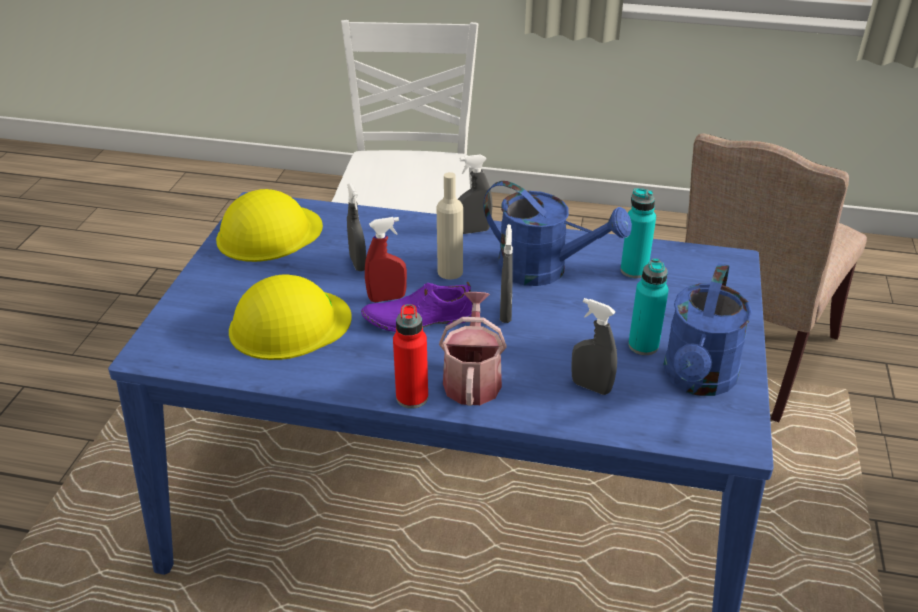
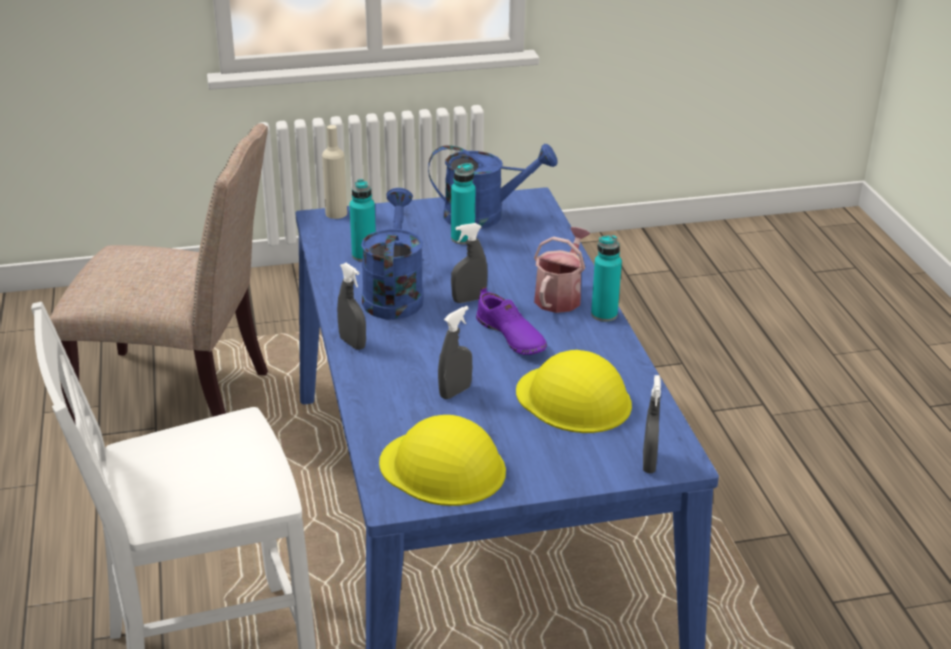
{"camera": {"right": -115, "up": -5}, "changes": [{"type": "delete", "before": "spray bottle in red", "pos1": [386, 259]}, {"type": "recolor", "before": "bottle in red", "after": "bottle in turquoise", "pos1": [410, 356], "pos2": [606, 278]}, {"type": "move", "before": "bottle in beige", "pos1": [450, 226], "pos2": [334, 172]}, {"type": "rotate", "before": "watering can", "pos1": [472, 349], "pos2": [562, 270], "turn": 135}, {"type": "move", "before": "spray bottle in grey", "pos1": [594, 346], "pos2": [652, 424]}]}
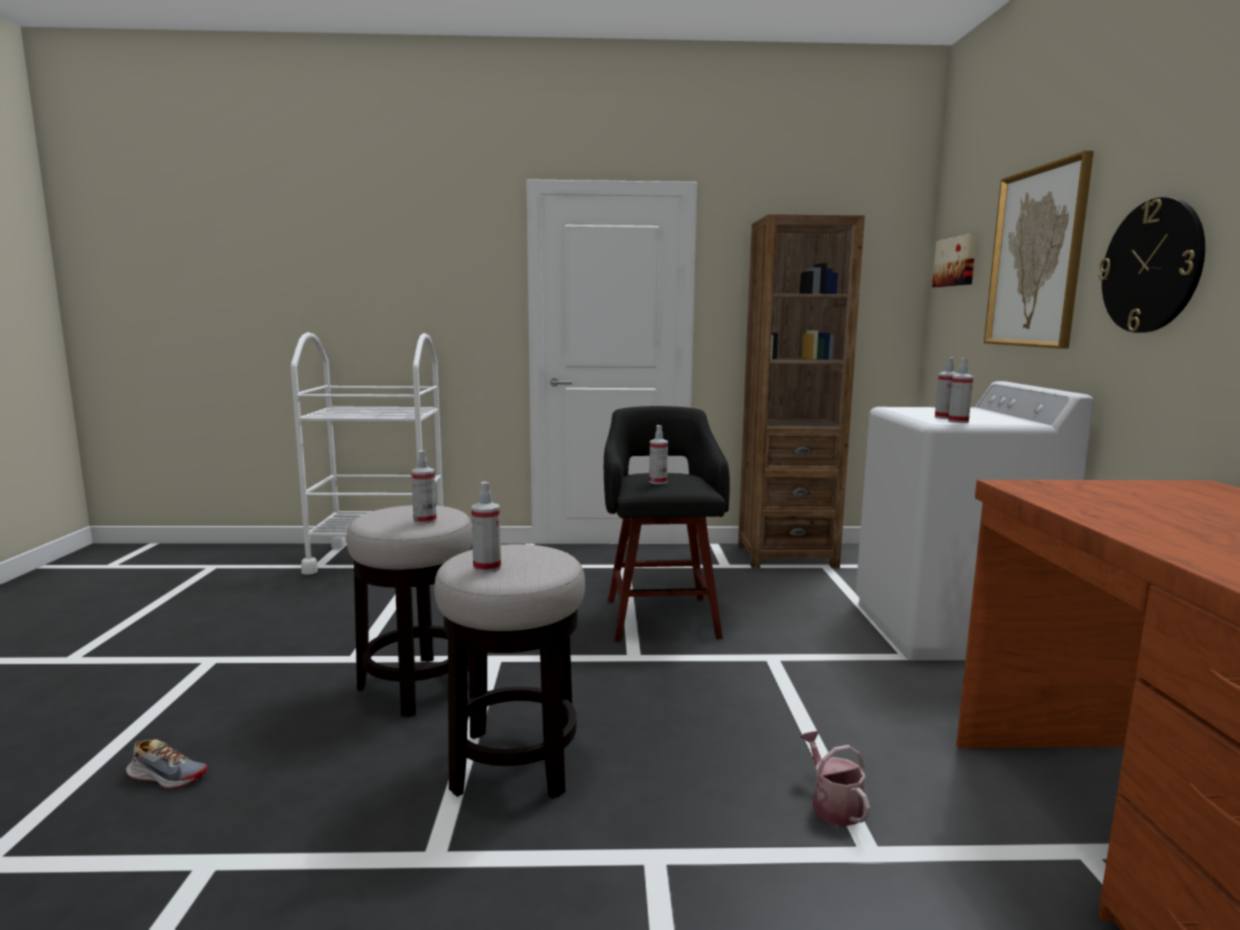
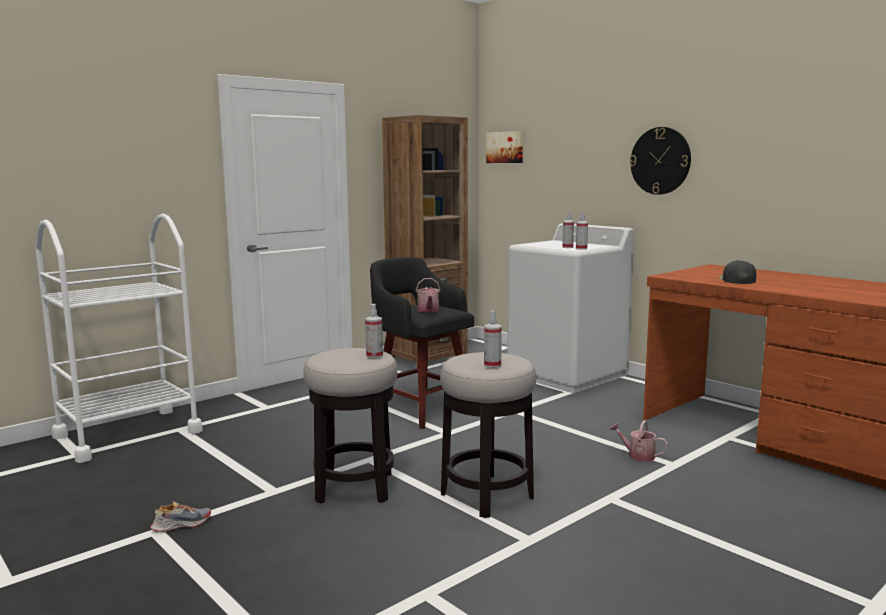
{"camera": {"right": -40, "up": 0}, "changes": [{"type": "move", "before": "shoe", "pos1": [166, 764], "pos2": [180, 516]}, {"type": "replace", "before": "spray bottle", "after": "watering can", "pos1": [658, 454], "pos2": [428, 295]}, {"type": "delete", "before": "picture", "pos1": [1039, 250]}, {"type": "insert", "after": "cap in black", "pos2": [737, 272]}]}
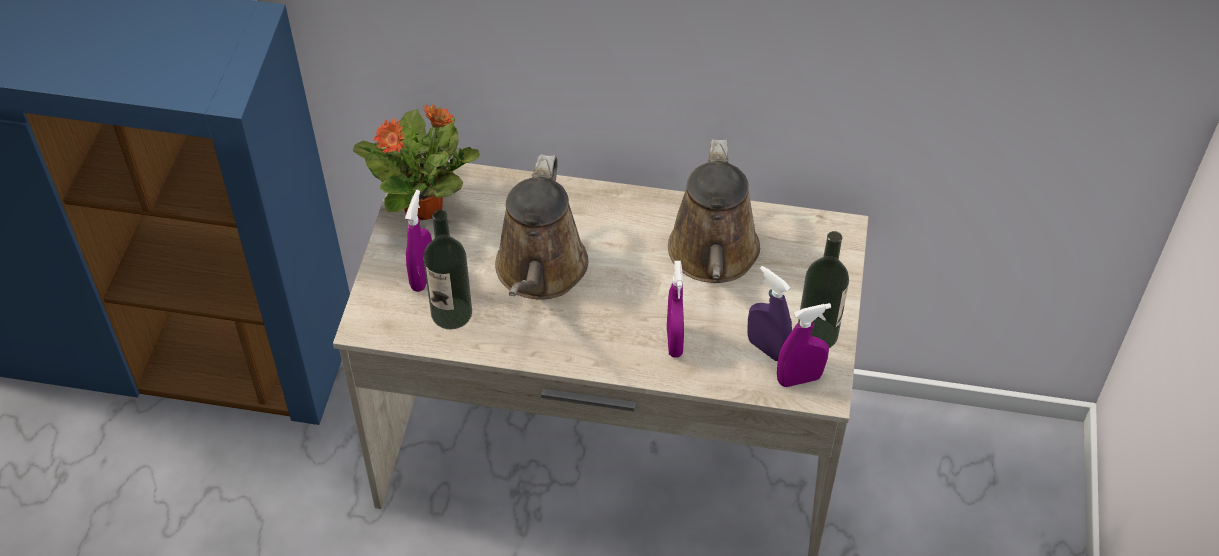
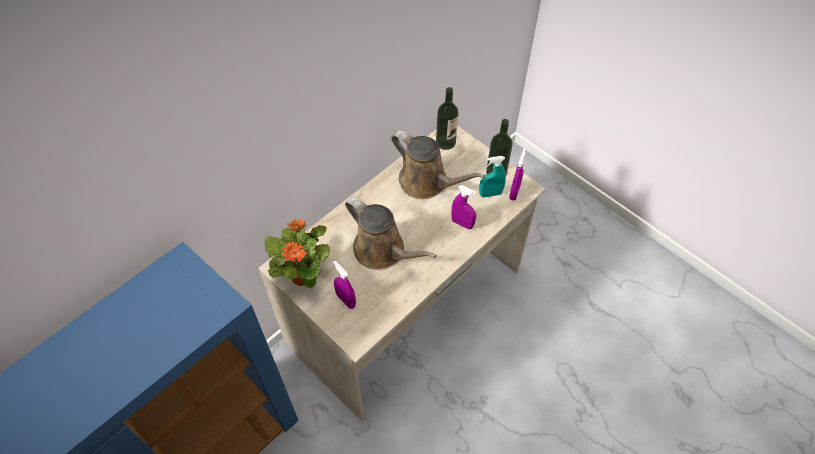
{"camera": {"right": -55, "up": 5}, "changes": [{"type": "move", "before": "bottle", "pos1": [447, 269], "pos2": [447, 118]}, {"type": "recolor", "before": "spray bottle in purple", "after": "spray bottle in turquoise", "pos1": [769, 313], "pos2": [492, 176]}]}
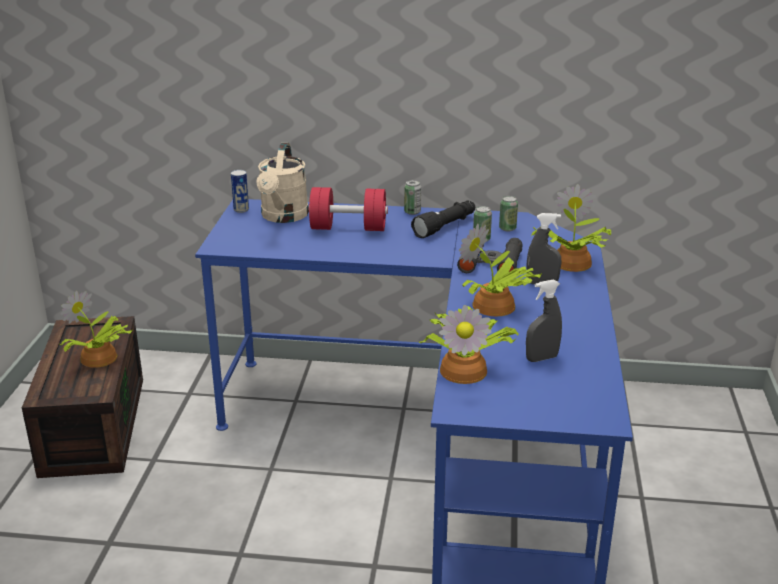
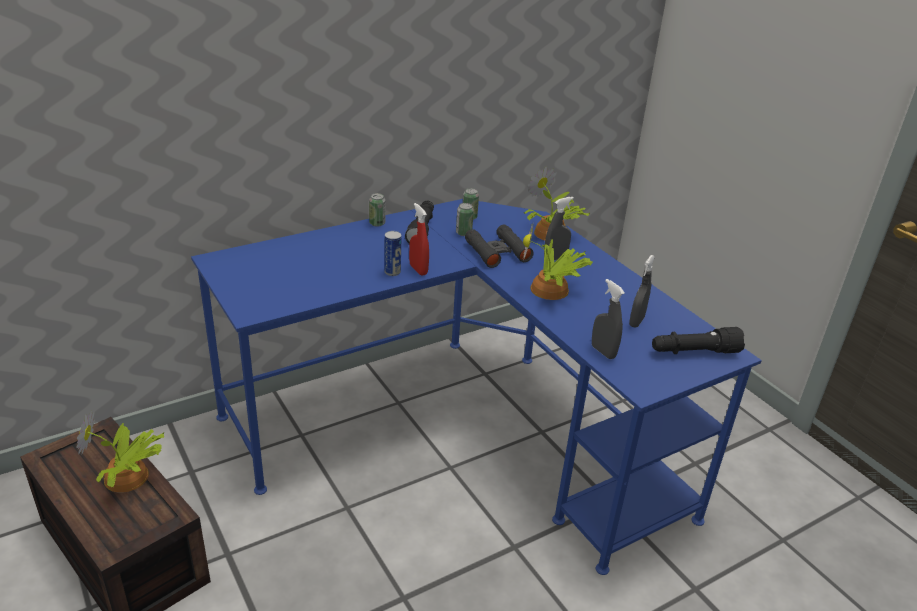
{"camera": {"right": -40, "up": 5}, "changes": [{"type": "move", "before": "can", "pos1": [240, 191], "pos2": [392, 253]}, {"type": "delete", "before": "watering can in beige", "pos1": [282, 182]}, {"type": "delete", "before": "dumbbell in red", "pos1": [348, 209]}, {"type": "replace", "before": "potted plant", "after": "spray bottle in grey", "pos1": [469, 344], "pos2": [608, 319]}, {"type": "insert", "after": "spray bottle in red", "pos2": [419, 239]}, {"type": "insert", "after": "flashlight in black", "pos2": [698, 340]}]}
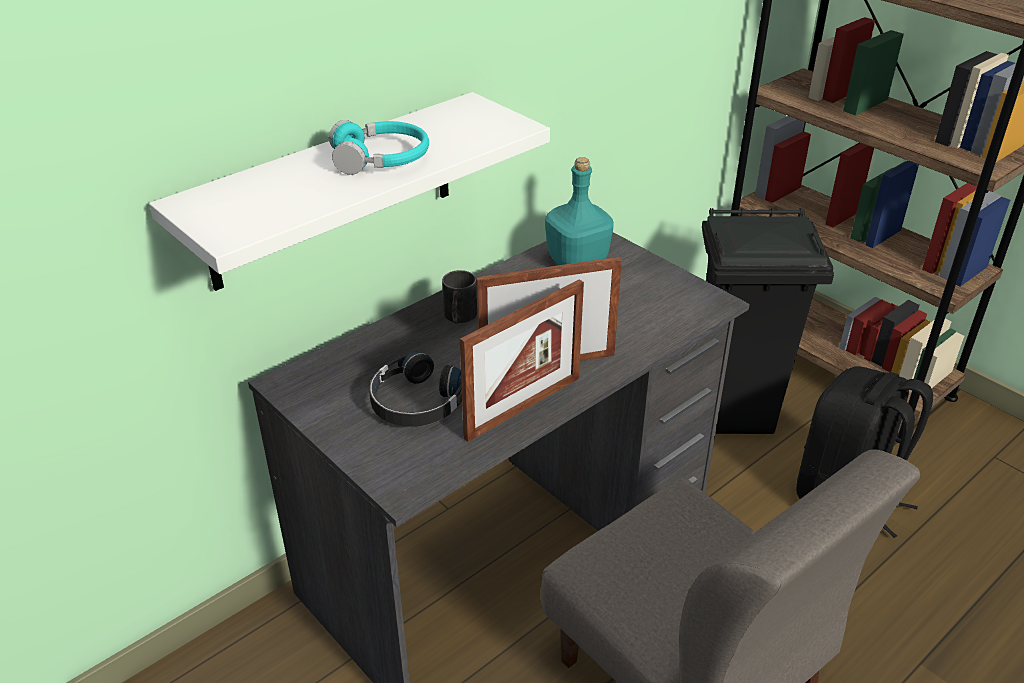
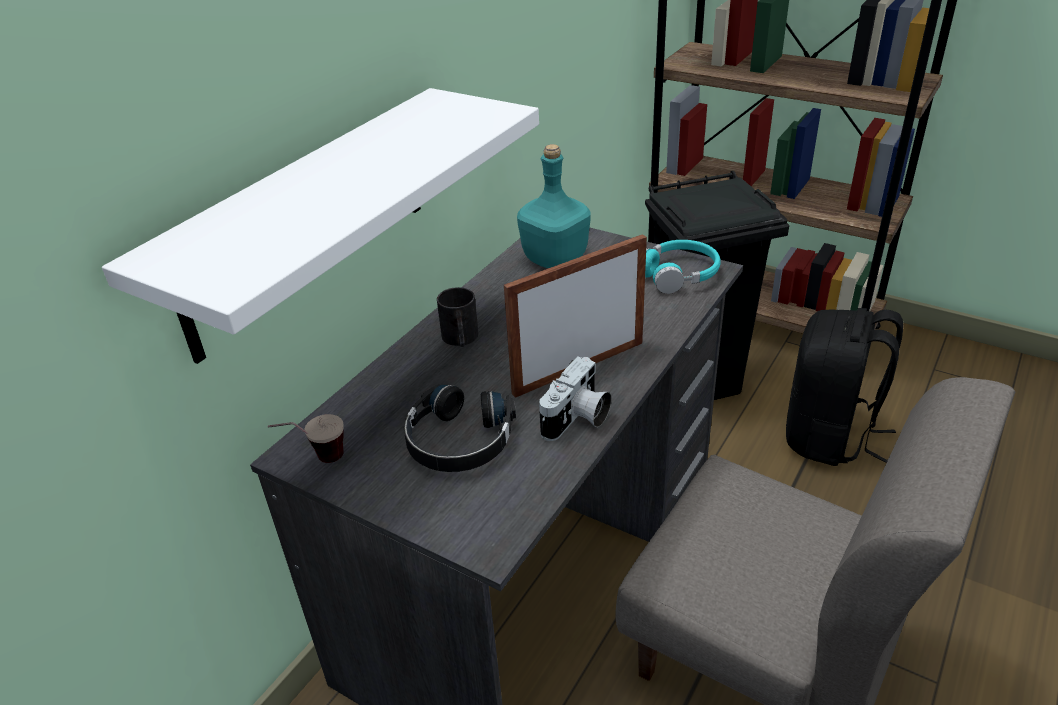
{"camera": {"right": -15, "up": 0}, "changes": [{"type": "move", "before": "headphones in turquoise", "pos1": [379, 147], "pos2": [683, 267]}, {"type": "replace", "before": "picture frame", "after": "photo camera", "pos1": [522, 360], "pos2": [575, 398]}, {"type": "insert", "after": "cup", "pos2": [306, 438]}]}
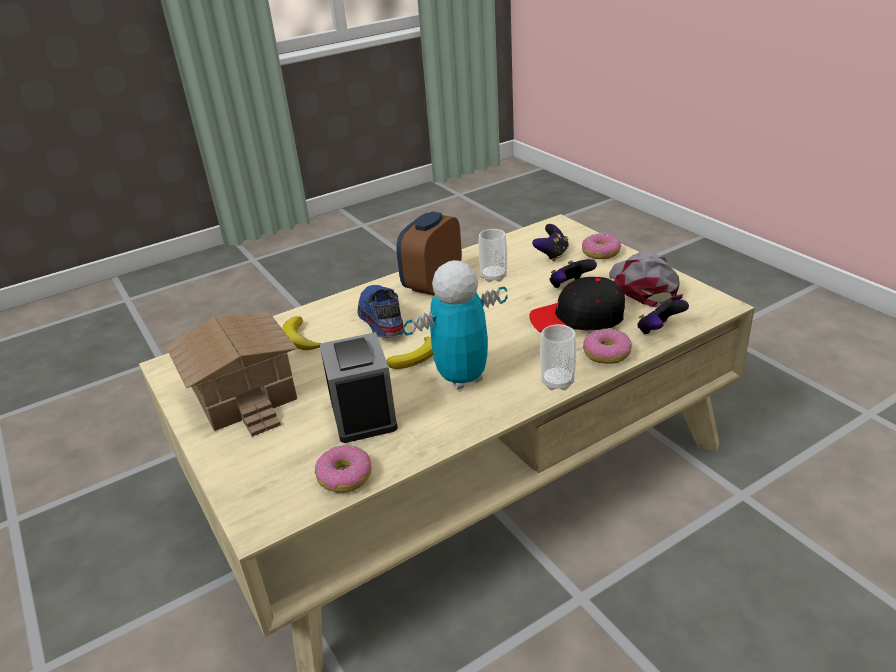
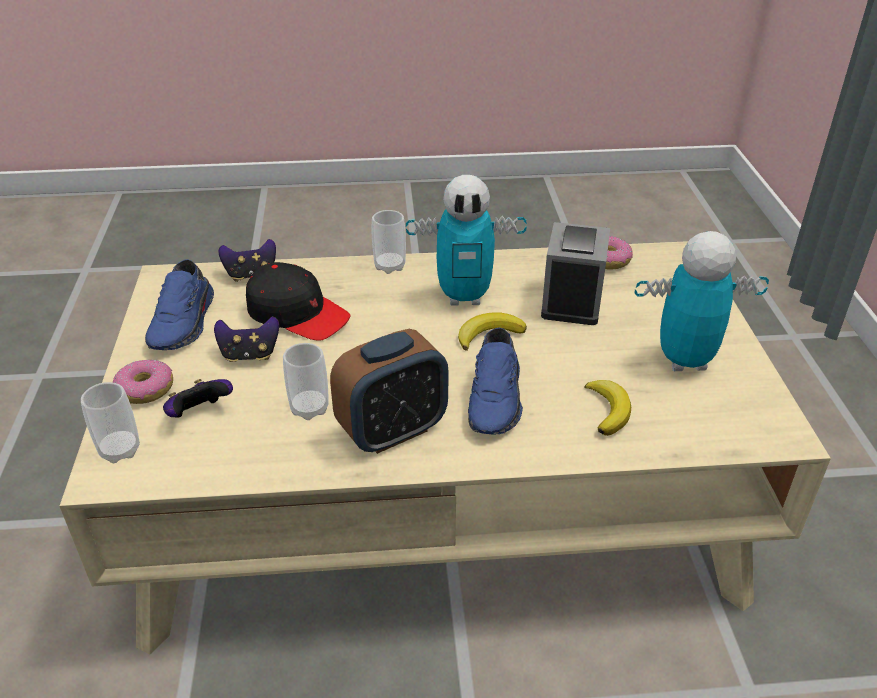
{"camera": {"right": -155, "up": 5}, "changes": [{"type": "replace", "before": "toy house", "after": "toy robot", "pos1": [231, 374], "pos2": [702, 301]}, {"type": "delete", "before": "donut", "pos1": [607, 346]}, {"type": "replace", "before": "cap in grey", "after": "shoe in blue", "pos1": [646, 279], "pos2": [179, 304]}, {"type": "insert", "after": "cup", "pos2": [110, 422]}]}
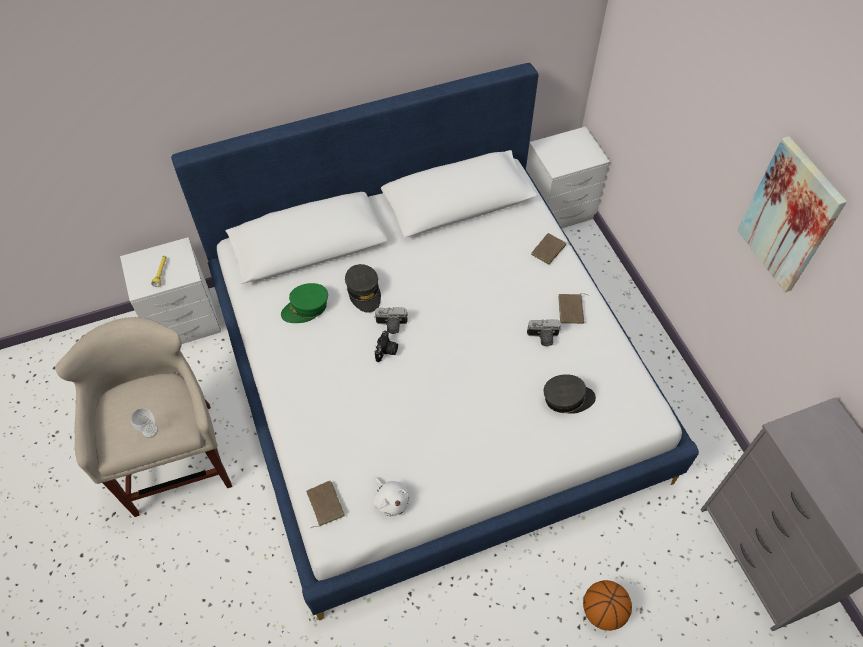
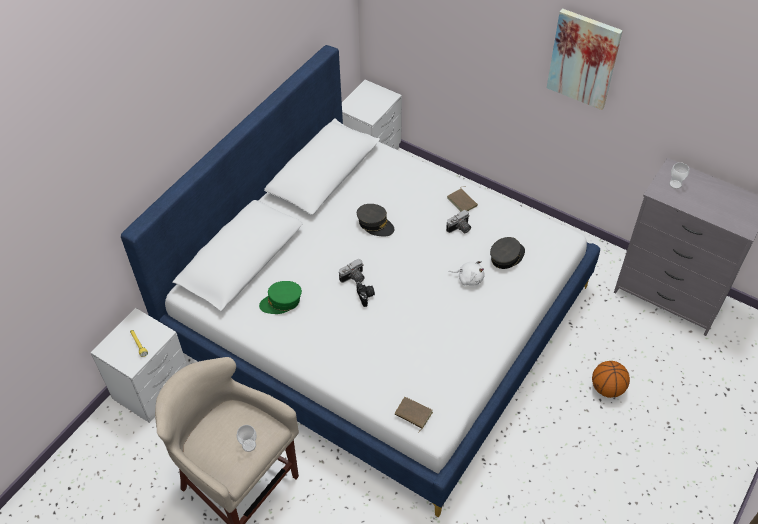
{"camera": {"right": -35, "up": -5}, "changes": [{"type": "rotate", "before": "cap in green", "pos1": [304, 303], "pos2": [280, 297], "turn": 45}, {"type": "move", "before": "cap in grey", "pos1": [363, 288], "pos2": [376, 220]}, {"type": "move", "before": "plush toy in white", "pos1": [391, 496], "pos2": [466, 273]}, {"type": "delete", "before": "book in brown", "pos1": [551, 249]}, {"type": "insert", "after": "cup", "pos2": [679, 175]}]}
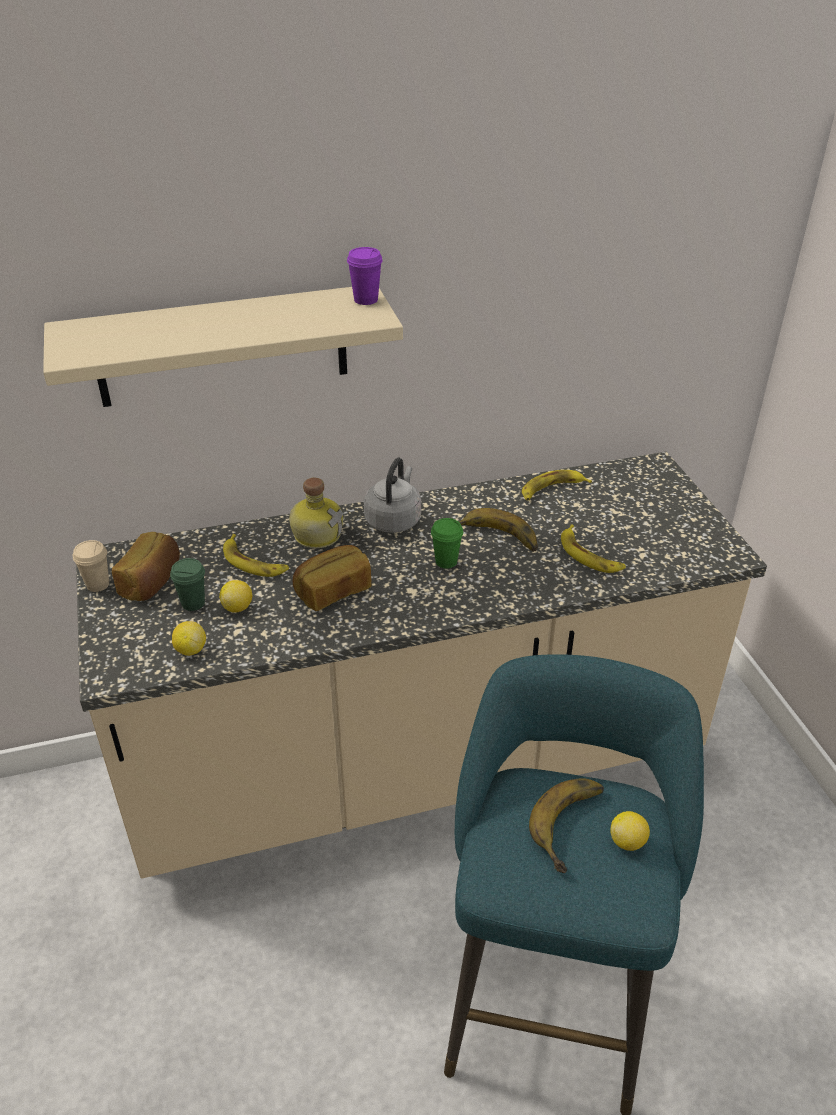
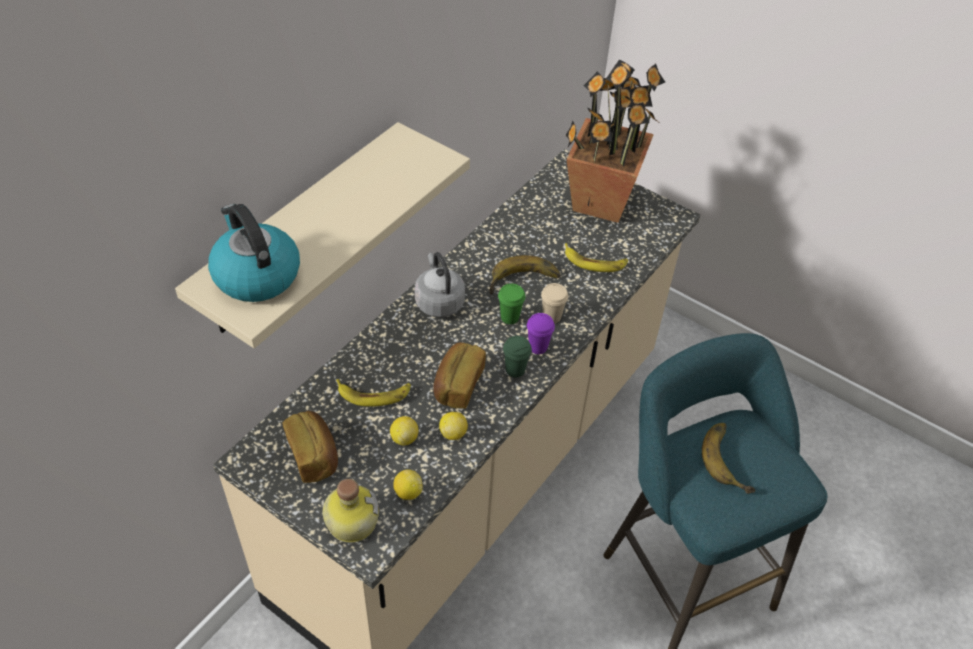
{"camera": {"right": -40, "up": 10}, "changes": [{"type": "move", "before": "cup in beige", "pos1": [91, 566], "pos2": [554, 303]}, {"type": "move", "before": "cup in green", "pos1": [187, 584], "pos2": [517, 357]}, {"type": "move", "before": "bottle", "pos1": [316, 512], "pos2": [351, 511]}, {"type": "move", "before": "cup in purple", "pos1": [365, 276], "pos2": [541, 333]}, {"type": "delete", "before": "banana", "pos1": [557, 485]}, {"type": "move", "before": "lemon", "pos1": [630, 831], "pos2": [453, 426]}, {"type": "insert", "after": "kettle", "pos2": [254, 253]}, {"type": "insert", "after": "potted plant", "pos2": [615, 141]}]}
